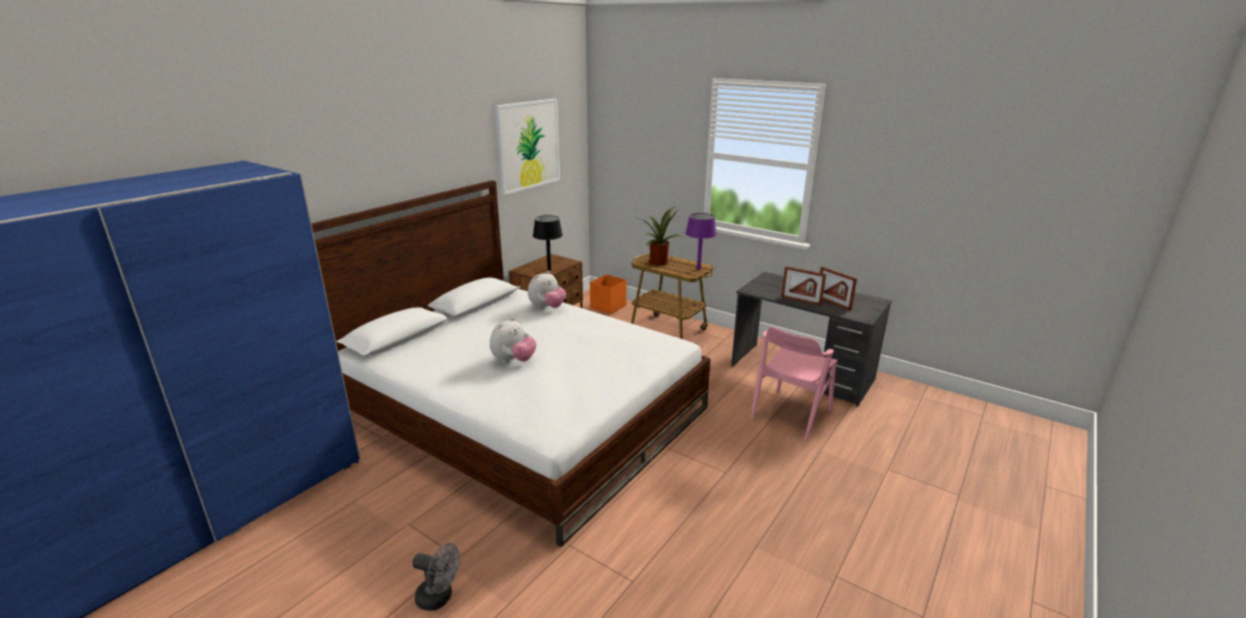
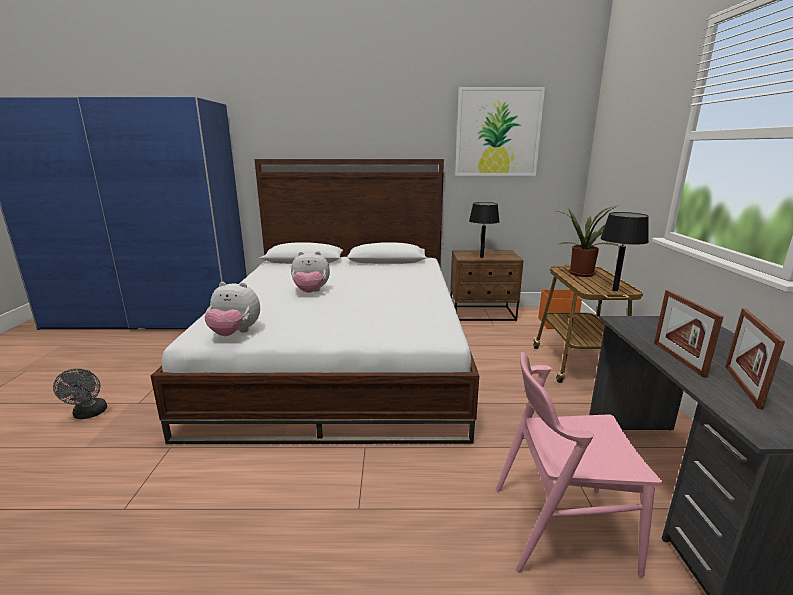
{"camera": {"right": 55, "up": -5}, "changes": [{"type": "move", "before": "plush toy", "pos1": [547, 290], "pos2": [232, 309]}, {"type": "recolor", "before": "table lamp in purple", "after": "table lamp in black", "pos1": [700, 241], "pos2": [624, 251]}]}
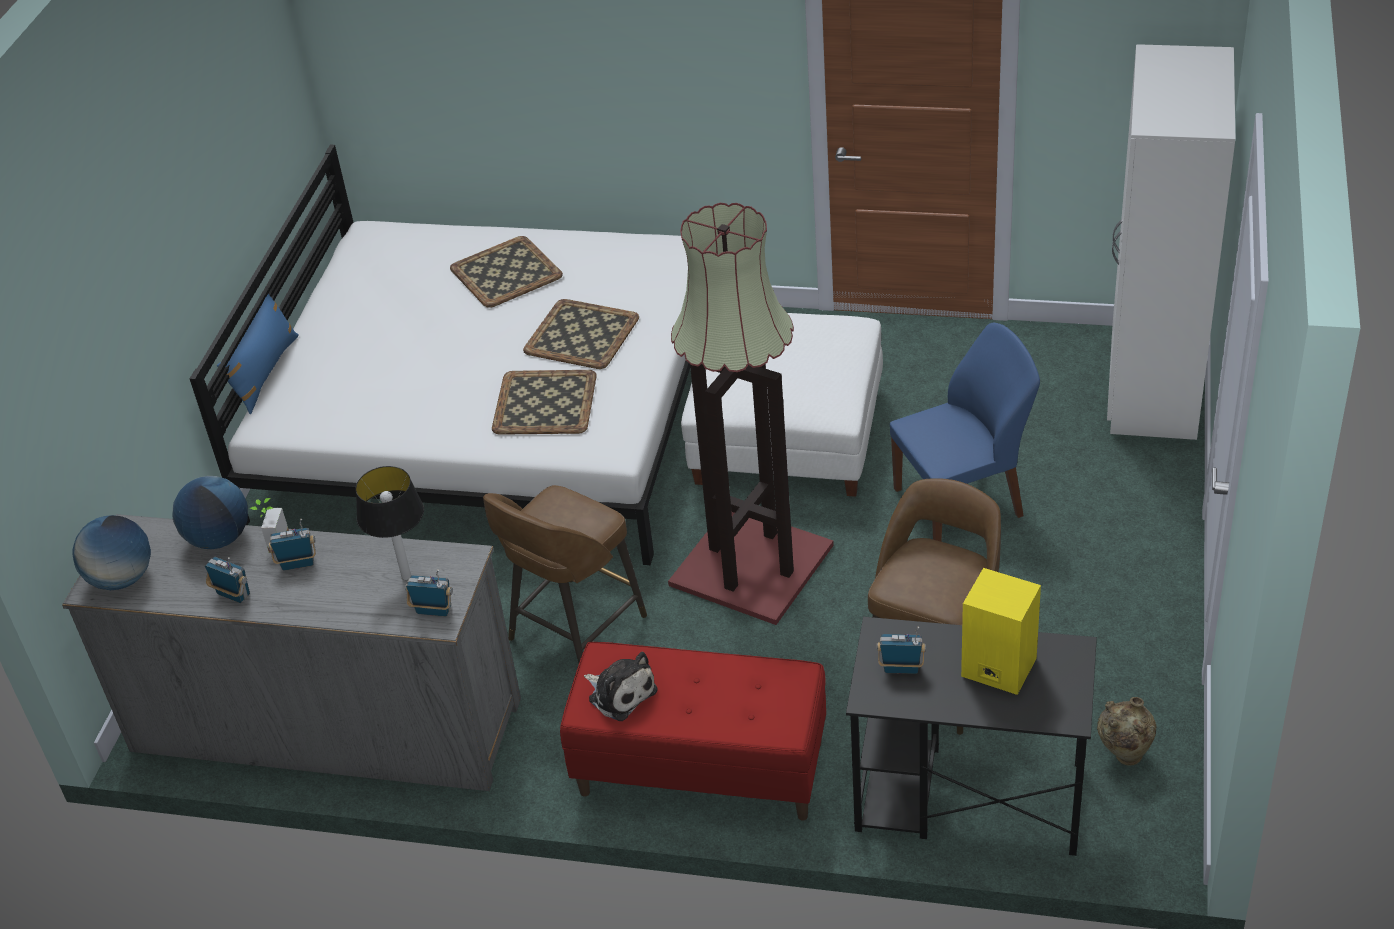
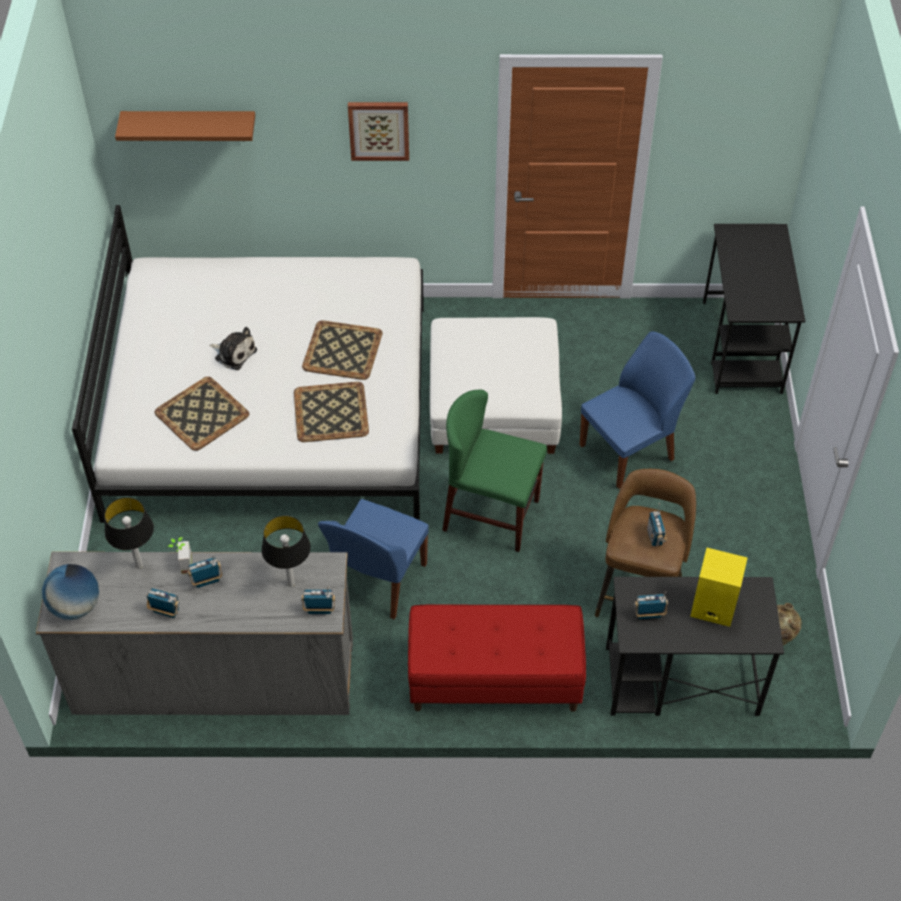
{"camera": {"right": -15, "up": 10}, "changes": [{"type": "replace", "before": "globe", "after": "table lamp", "pos1": [210, 512], "pos2": [129, 533]}, {"type": "delete", "before": "pillow in blue", "pos1": [258, 353]}, {"type": "move", "before": "tray", "pos1": [506, 272], "pos2": [201, 414]}, {"type": "replace", "before": "stool in brown", "after": "chair in blue", "pos1": [565, 574], "pos2": [373, 559]}, {"type": "move", "before": "plush toy", "pos1": [621, 686], "pos2": [233, 348]}, {"type": "replace", "before": "floor lamp", "after": "chair in green", "pos1": [751, 414], "pos2": [494, 471]}, {"type": "replace", "before": "wardrobe in white", "after": "desk in black", "pos1": [1171, 242], "pos2": [754, 309]}, {"type": "insert", "after": "shelf in brown", "pos2": [185, 126]}, {"type": "insert", "after": "picture", "pos2": [378, 131]}, {"type": "insert", "after": "radio", "pos2": [657, 524]}]}
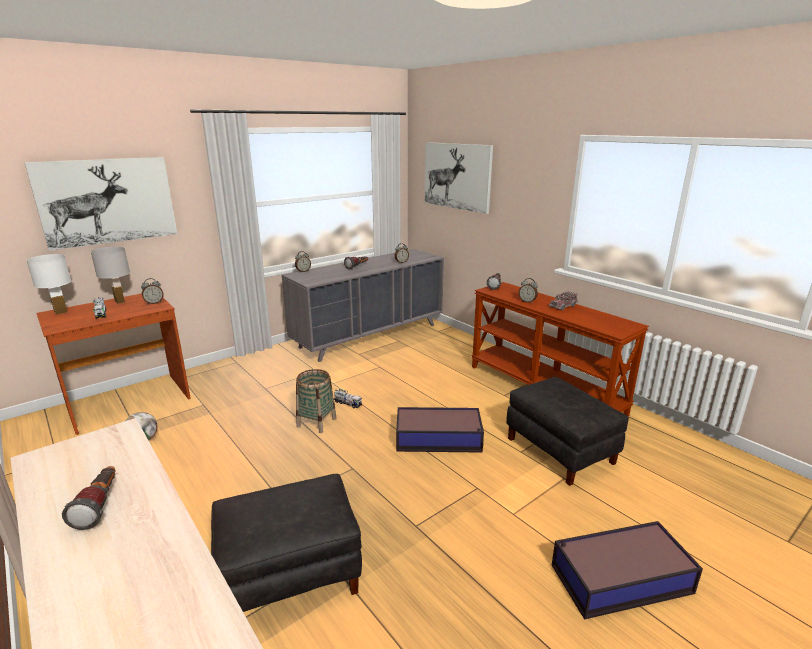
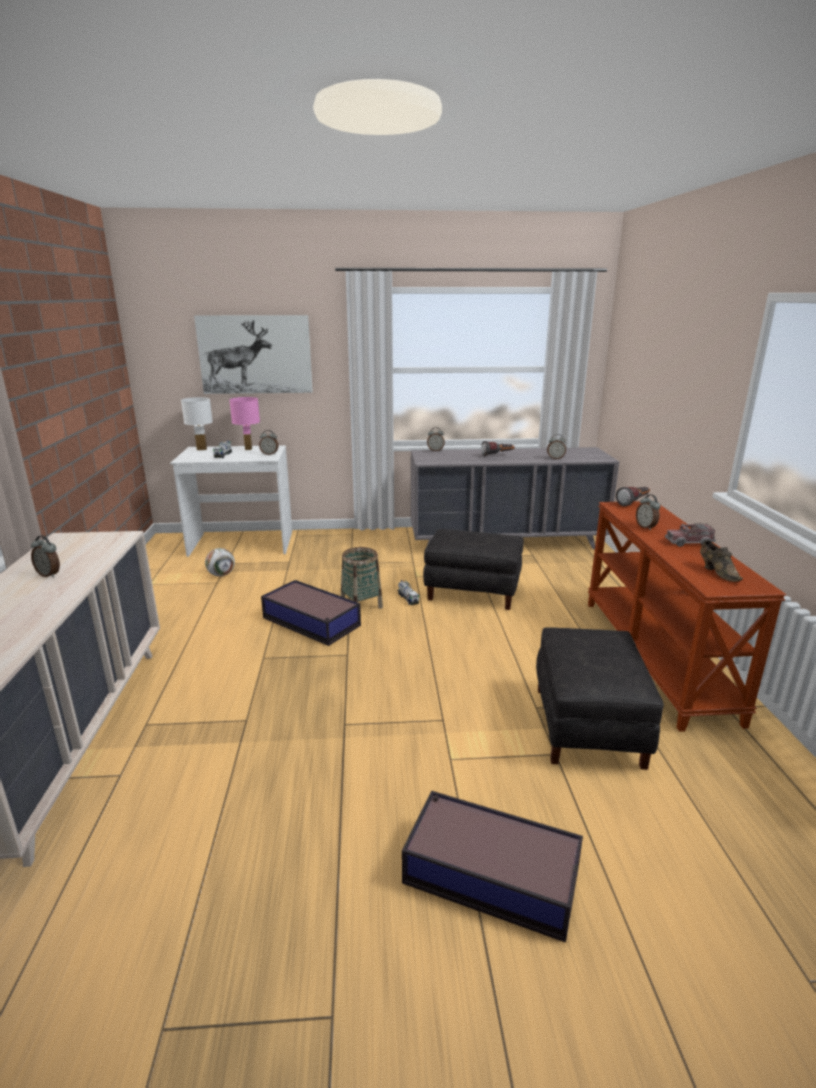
{"camera": {"right": 35, "up": 0}, "changes": [{"type": "recolor", "before": "desk in brown", "after": "desk in white", "pos1": [113, 364], "pos2": [231, 501]}, {"type": "replace", "before": "flashlight", "after": "alarm clock", "pos1": [88, 498], "pos2": [45, 556]}, {"type": "recolor", "before": "table lamp in white", "after": "table lamp in pink", "pos1": [110, 275], "pos2": [244, 423]}, {"type": "move", "before": "ottoman in black", "pos1": [286, 543], "pos2": [473, 569]}, {"type": "move", "before": "storage box", "pos1": [440, 430], "pos2": [311, 613]}, {"type": "delete", "before": "picture", "pos1": [459, 178]}, {"type": "insert", "after": "shoe in brown", "pos2": [721, 561]}]}
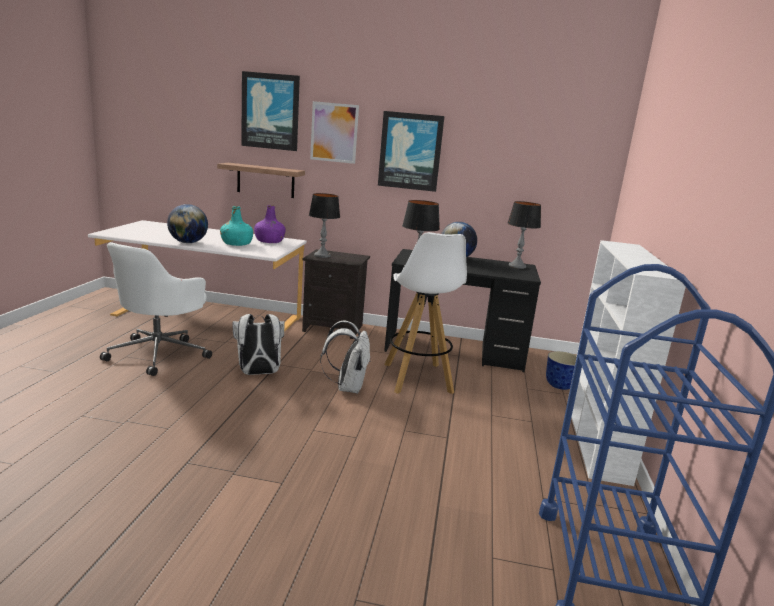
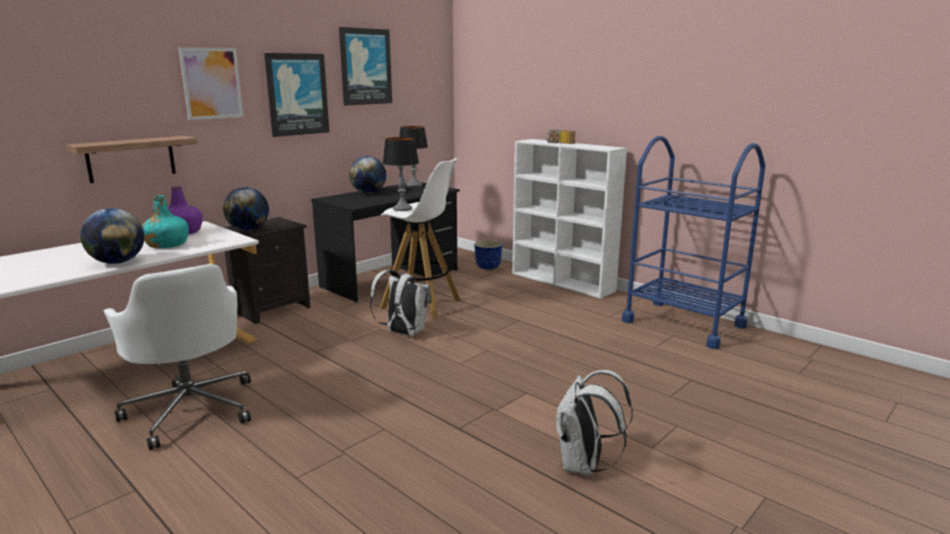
{"camera": {"right": -55, "up": 0}, "changes": [{"type": "move", "before": "backpack in white", "pos1": [258, 344], "pos2": [594, 423]}, {"type": "move", "before": "picture", "pos1": [270, 111], "pos2": [365, 66]}, {"type": "replace", "before": "table lamp", "after": "globe", "pos1": [324, 225], "pos2": [246, 209]}, {"type": "insert", "after": "radio", "pos2": [560, 136]}]}
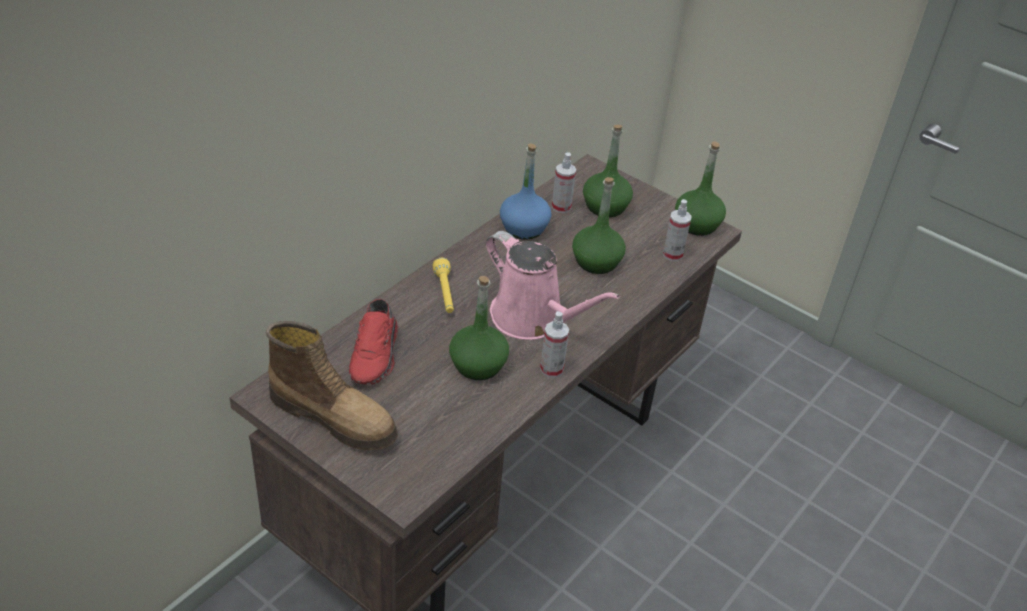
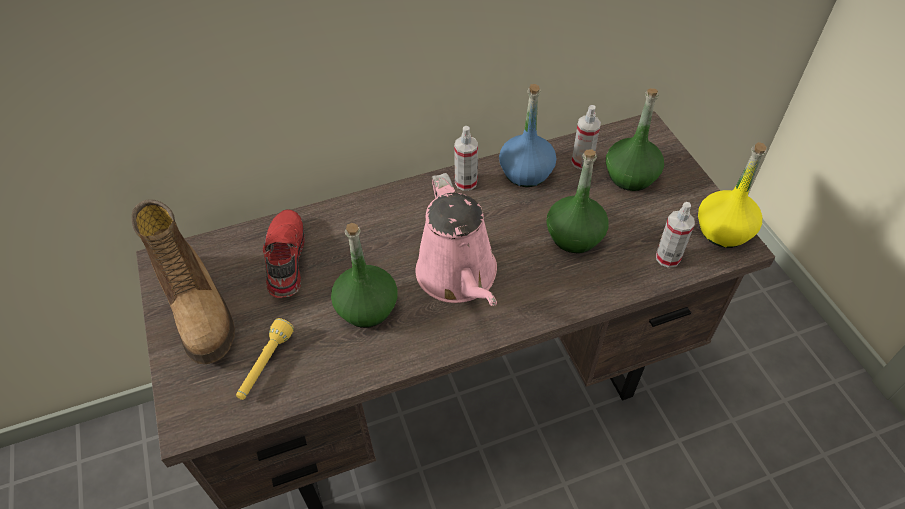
{"camera": {"right": 35, "up": 10}, "changes": [{"type": "rotate", "before": "shoe in red", "pos1": [373, 341], "pos2": [284, 254], "turn": 135}, {"type": "move", "before": "flashlight in yellow", "pos1": [443, 285], "pos2": [265, 359]}, {"type": "move", "before": "spray bottle", "pos1": [554, 344], "pos2": [466, 158]}, {"type": "recolor", "before": "bottle in green", "after": "bottle in yellow", "pos1": [700, 189], "pos2": [732, 195]}]}
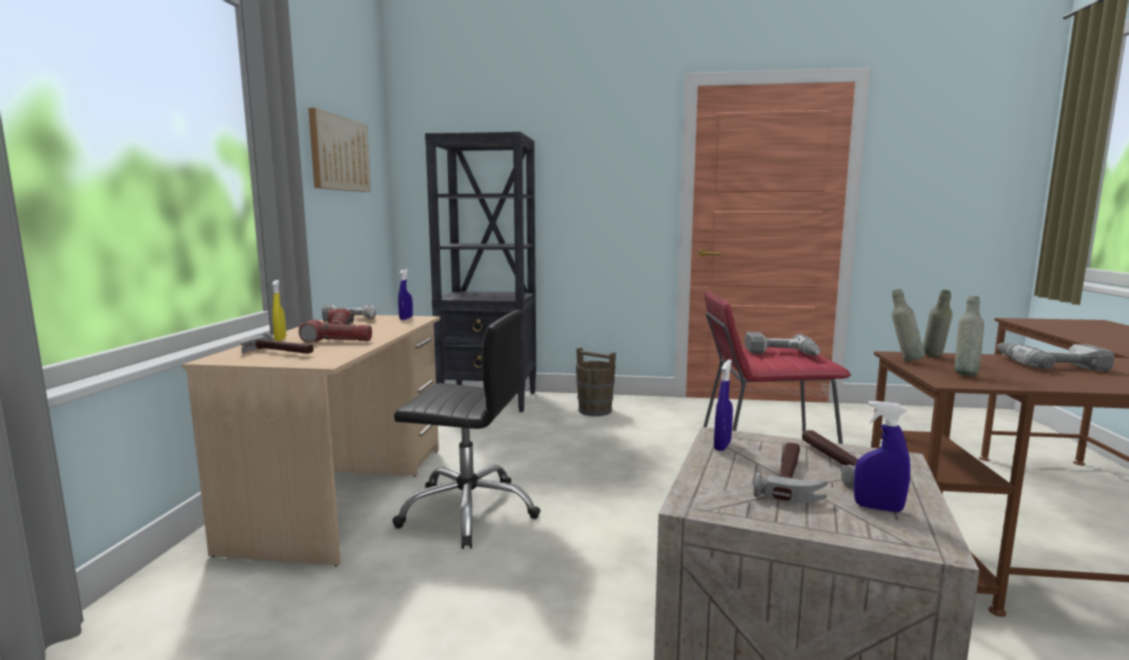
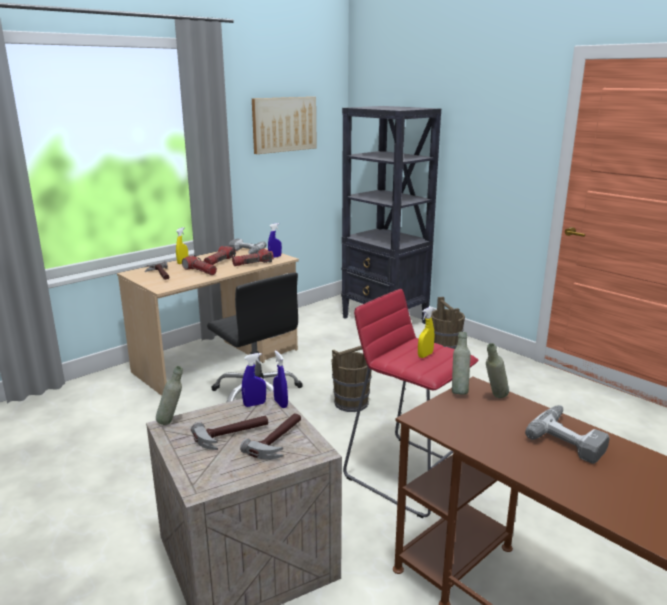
{"camera": {"right": 40, "up": 10}, "changes": [{"type": "replace", "before": "power drill", "after": "spray bottle in yellow", "pos1": [782, 344], "pos2": [426, 332]}, {"type": "move", "before": "spray bottle in blue", "pos1": [882, 456], "pos2": [280, 379]}, {"type": "move", "before": "bottle in grey", "pos1": [969, 336], "pos2": [169, 395]}, {"type": "insert", "after": "flashlight", "pos2": [253, 257]}, {"type": "insert", "after": "bucket in brown", "pos2": [352, 379]}]}
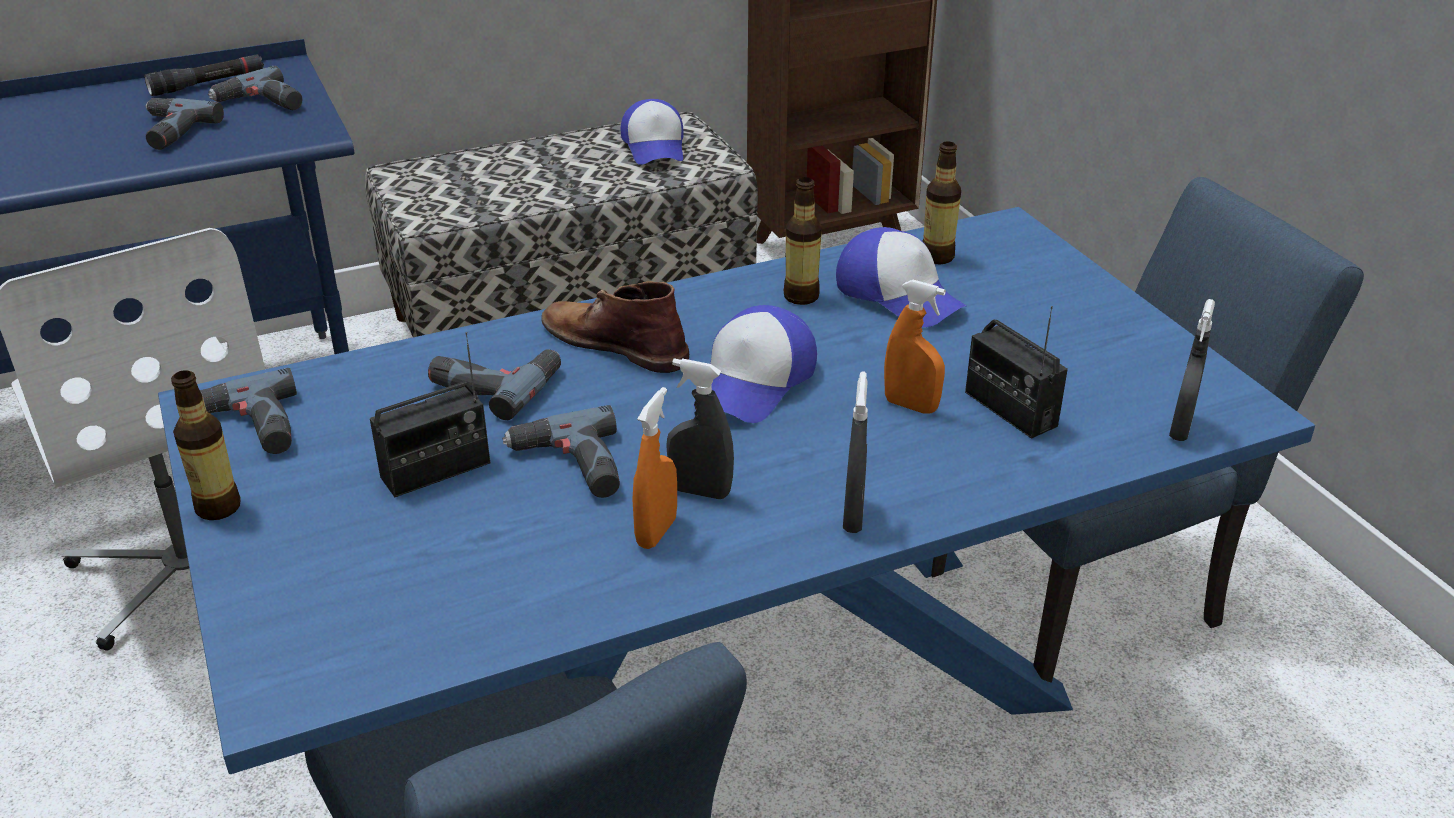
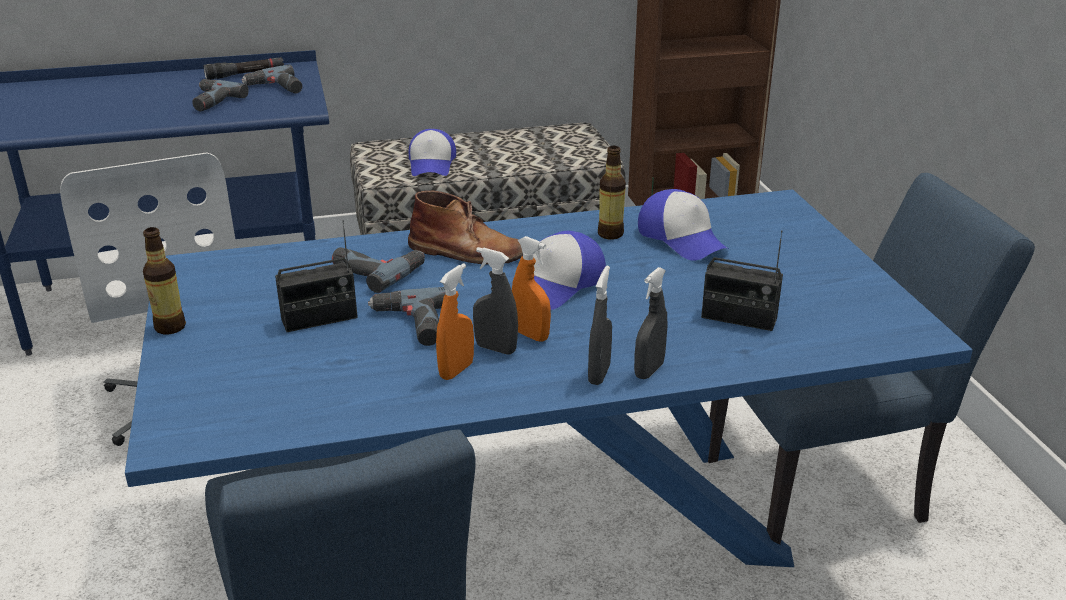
{"camera": {"right": 10, "up": -5}, "changes": [{"type": "delete", "before": "power drill", "pos1": [248, 411]}, {"type": "rotate", "before": "boot in brown", "pos1": [615, 327], "pos2": [465, 227], "turn": 150}, {"type": "move", "before": "cap", "pos1": [652, 132], "pos2": [432, 152]}, {"type": "move", "before": "spray bottle in orange", "pos1": [915, 347], "pos2": [531, 289]}, {"type": "delete", "before": "bottle", "pos1": [941, 202]}, {"type": "rotate", "before": "radio", "pos1": [1016, 372], "pos2": [742, 280], "turn": -45}, {"type": "move", "before": "spray bottle in grey", "pos1": [1192, 370], "pos2": [651, 323]}]}
